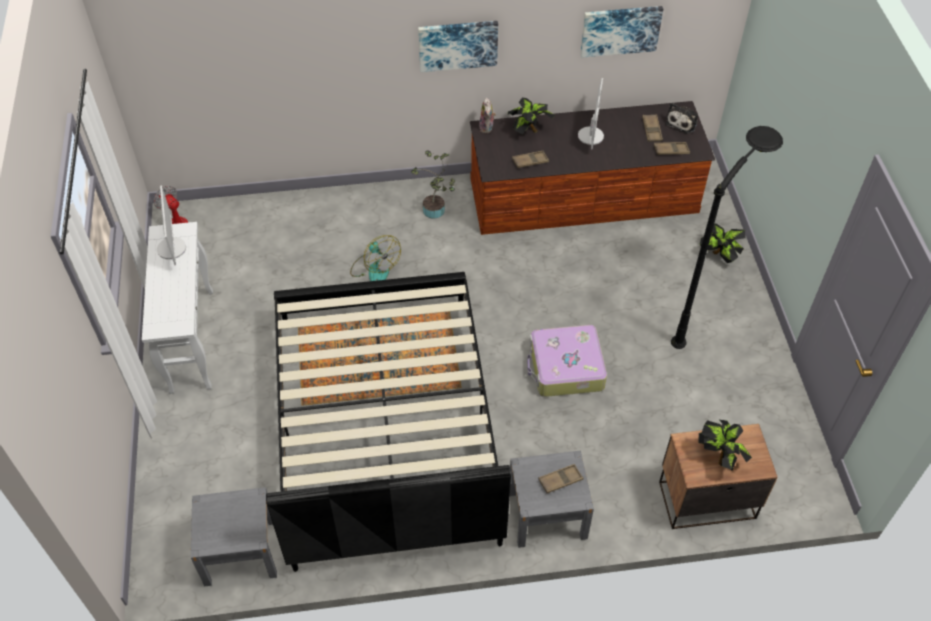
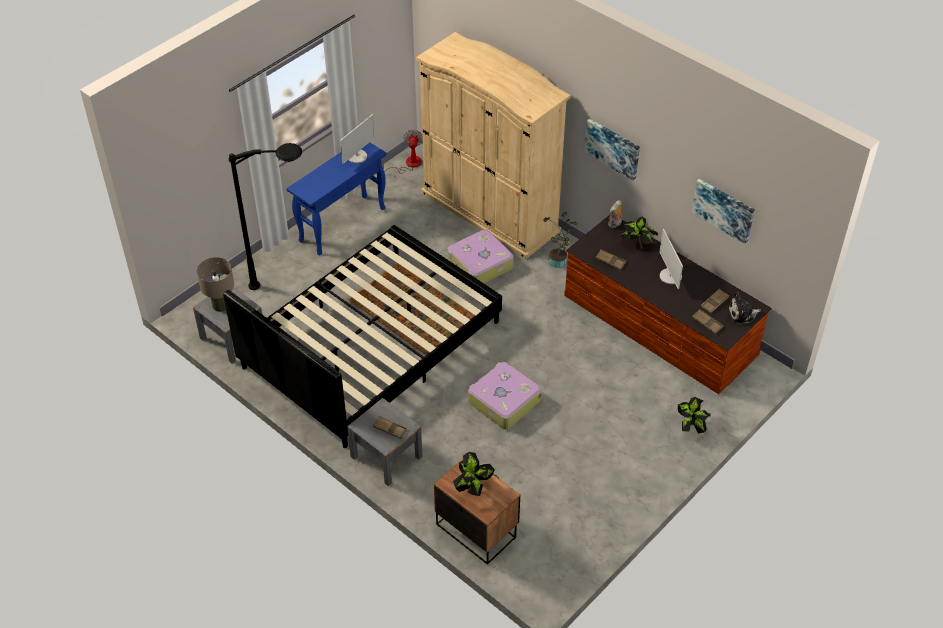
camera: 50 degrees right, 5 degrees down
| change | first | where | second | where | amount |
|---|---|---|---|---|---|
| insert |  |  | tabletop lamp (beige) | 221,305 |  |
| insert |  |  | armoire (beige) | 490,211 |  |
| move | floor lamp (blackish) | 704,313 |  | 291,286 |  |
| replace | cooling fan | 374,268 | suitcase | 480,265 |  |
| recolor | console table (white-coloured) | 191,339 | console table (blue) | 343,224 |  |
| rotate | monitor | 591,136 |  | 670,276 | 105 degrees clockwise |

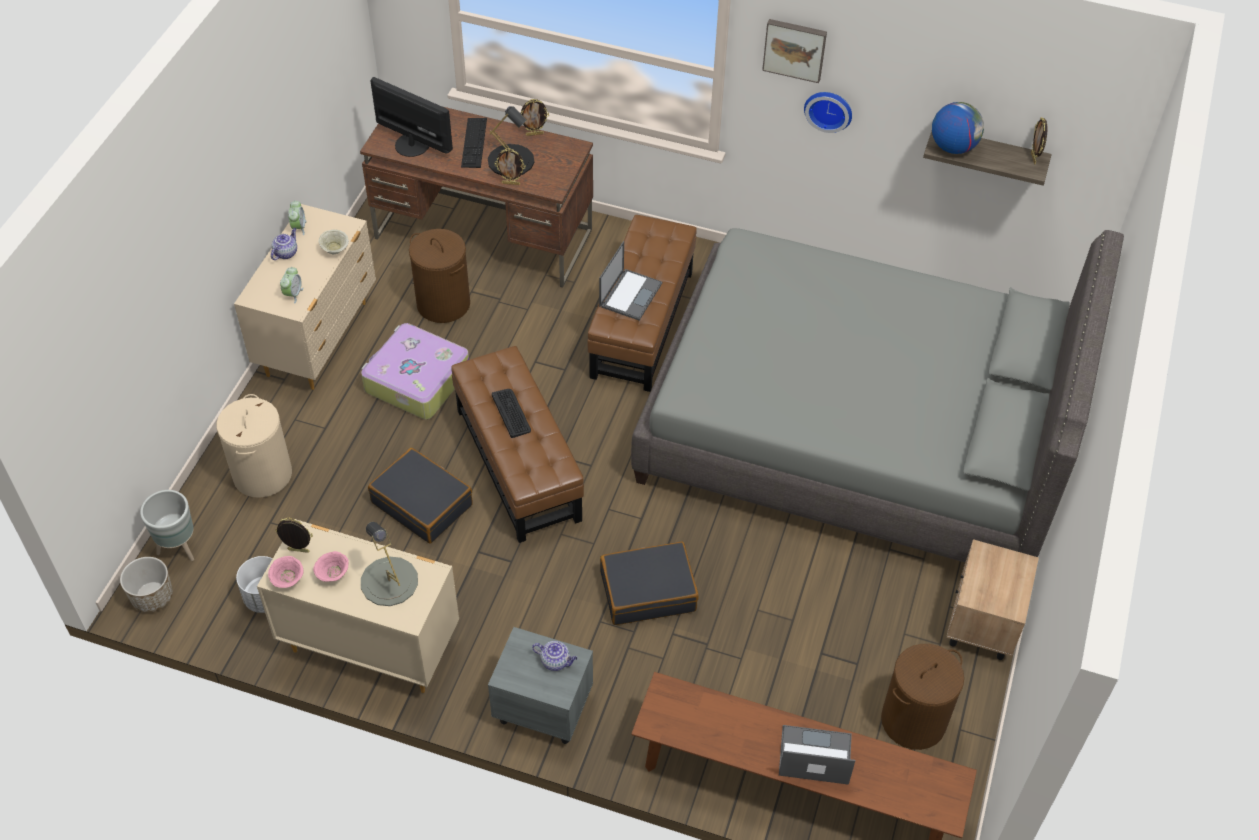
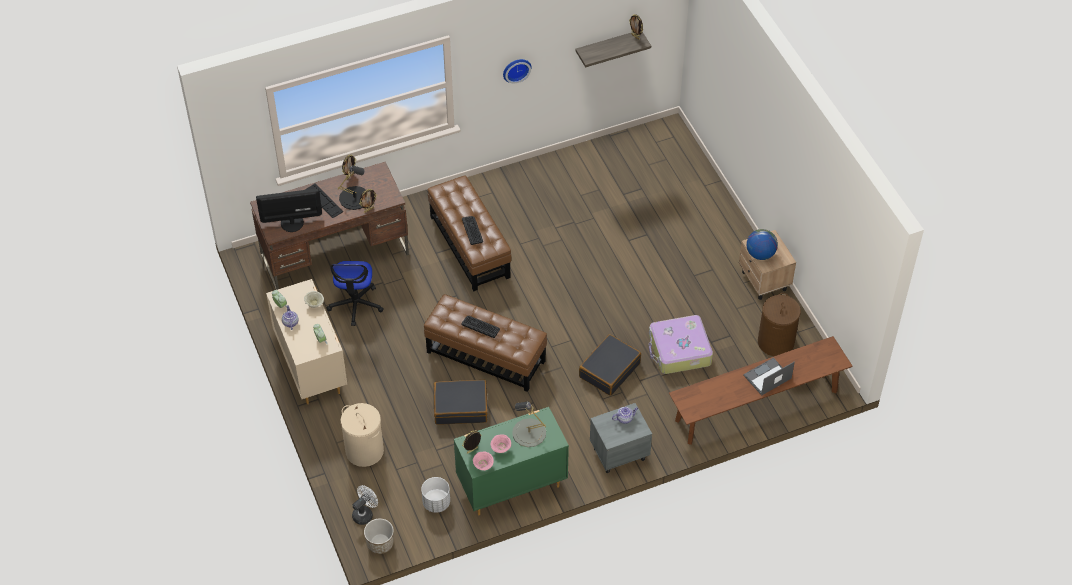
camera: 40 degrees left, 0 degrees up
| change | first | where | second | where | amount |
|---|---|---|---|---|---|
| delete | bed (gray) | 856,432 |  |  |  |
| delete | wall art | 795,49 |  |  |  |
| move | suitcase | 416,380 |  | 679,351 |  |
| move | globe | 953,147 |  | 760,254 |  |
| replace | flower pot (gray) | 178,548 | cooling fan (white-coloured) | 365,513 |  |
| replace | hamper (brown) | 443,303 | desk chair | 355,304 |  |
| replace | laptop | 630,294 | PC keyboard | 472,230 |  |
| recolor | drawer chest (beige) | 369,645 | drawer chest (greenish) | 511,486 |  |

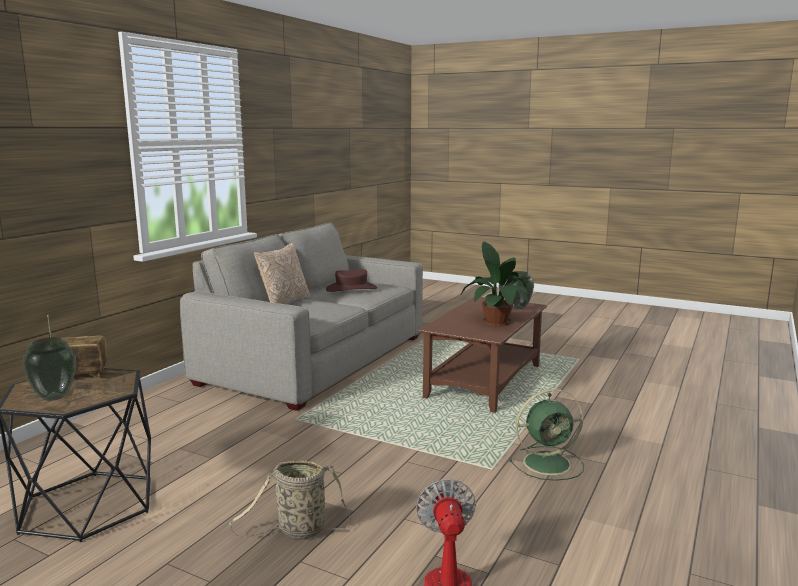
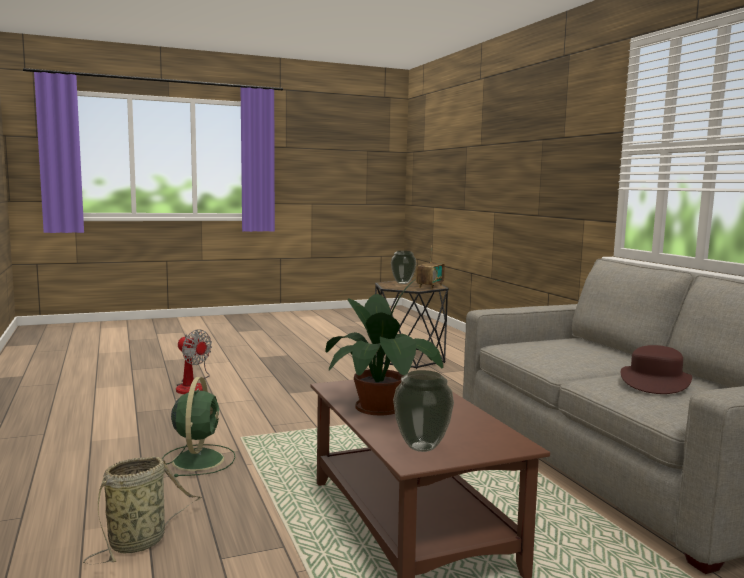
camera: 130 degrees right, 5 degrees down
| change | first | where | second | where | amount |
|---|---|---|---|---|---|
| delete | throw pillow | 284,303 |  |  |  |
| move | basket | 298,531 |  | 140,541 |  |
| rotate | cooling fan (greenish) | 549,463 |  | 199,459 | 150 degrees clockwise |

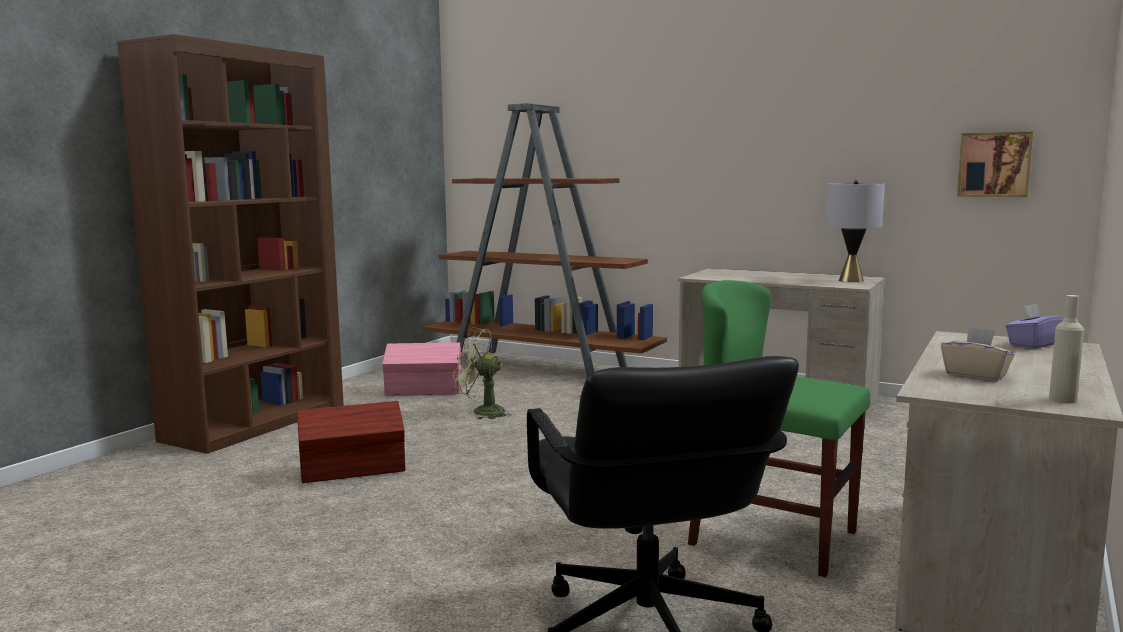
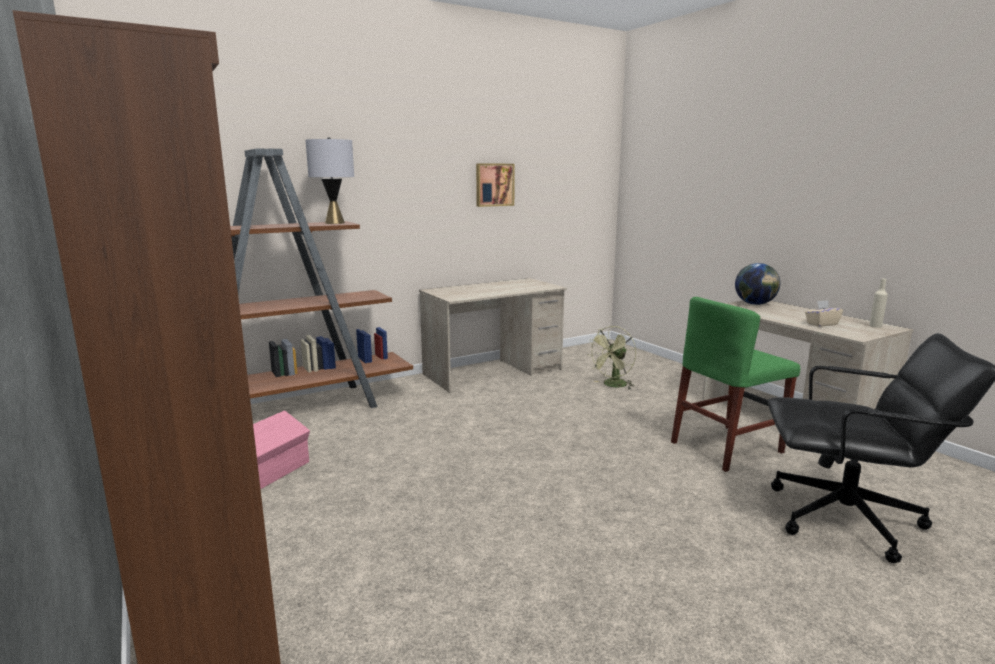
camera: 60 degrees left, 5 degrees up
| change | first | where | second | where | amount |
|---|---|---|---|---|---|
| delete | storage box (brown) | 354,470 |  |  |  |
| move | cooling fan (greenish) | 481,412 |  | 612,385 |  |
| move | tabletop lamp (gray) | 851,280 |  | 335,223 |  |
| move | wall art | 994,164 |  | 494,184 |  |
| replace | box of tissues (purple-coloured) | 1032,345 | globe | 755,304 |  |

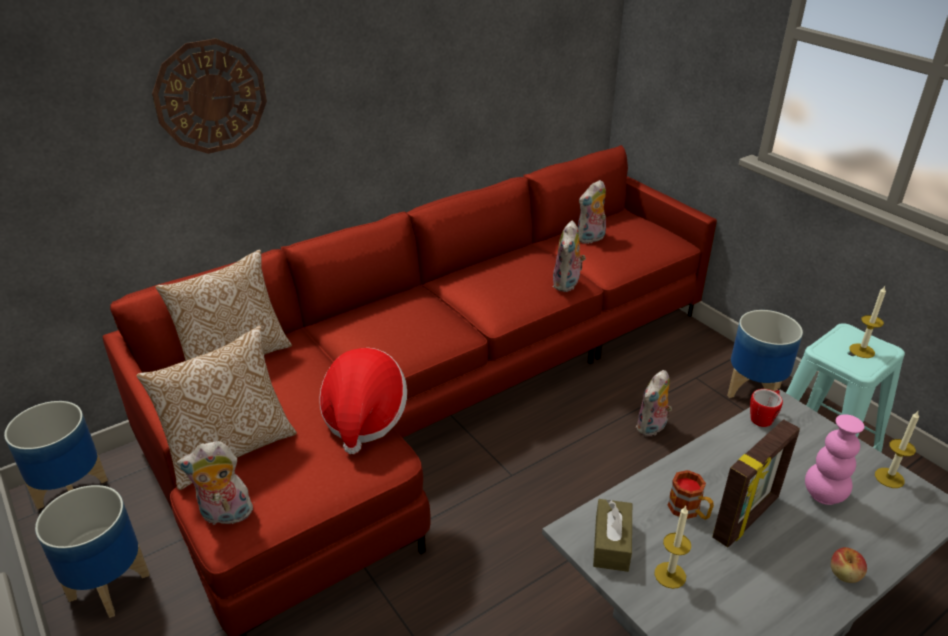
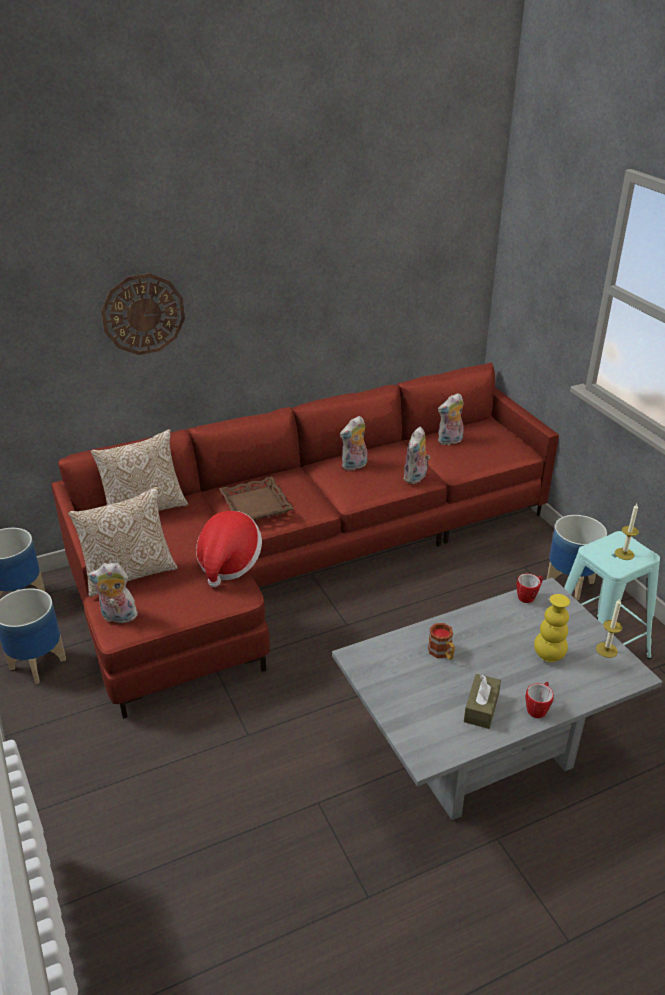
camera: 10 degrees right, 0 degrees up
| change | first | where | second | where | amount |
|---|---|---|---|---|---|
| delete | wax candle | 670,575 |  |  |  |
| delete | standing frame | 747,518 |  |  |  |
| insert |  |  | tray (brown) | 255,505 |  |
| move | box of tissues (brown) | 611,543 |  | 481,708 |  |
| move | cuddly toy | 652,428 |  | 354,466 |  |
| replace | apple fruit | 844,574 | mug | 538,708 |  |
| recolor | decorative vase (pinkish) | 823,495 | decorative vase (yellow) | 548,655 |  |

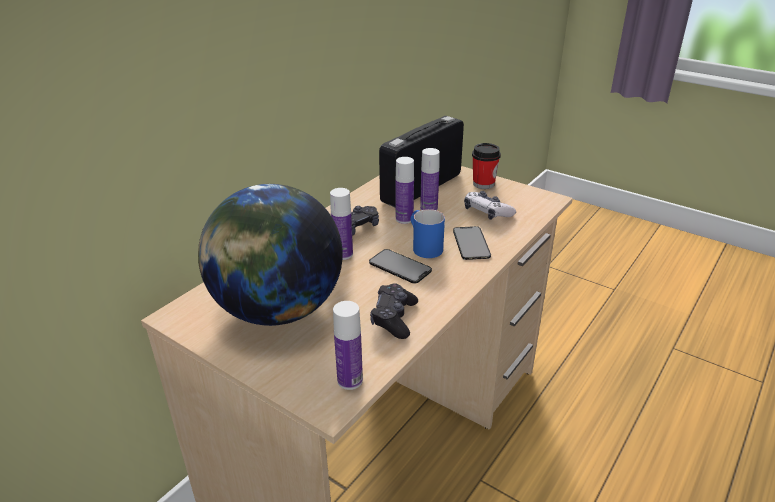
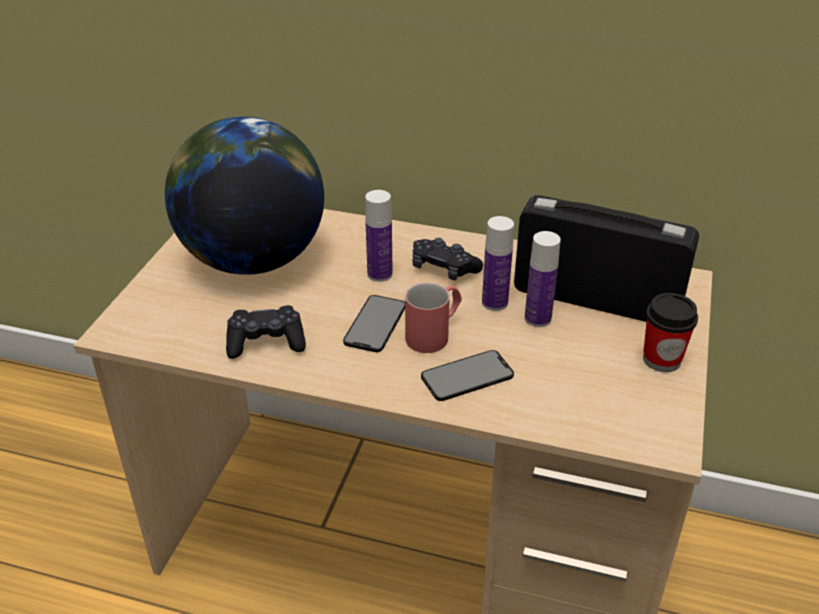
camera: 70 degrees right, 5 degrees up
| change | first | where | second | where | amount |
|---|---|---|---|---|---|
| delete | drink bottle | 350,380 |  |  |  |
| delete | gamepad | 487,212 |  |  |  |
| recolor | mug (blue) | 424,246 | mug (red-coloured) | 434,334 |  |

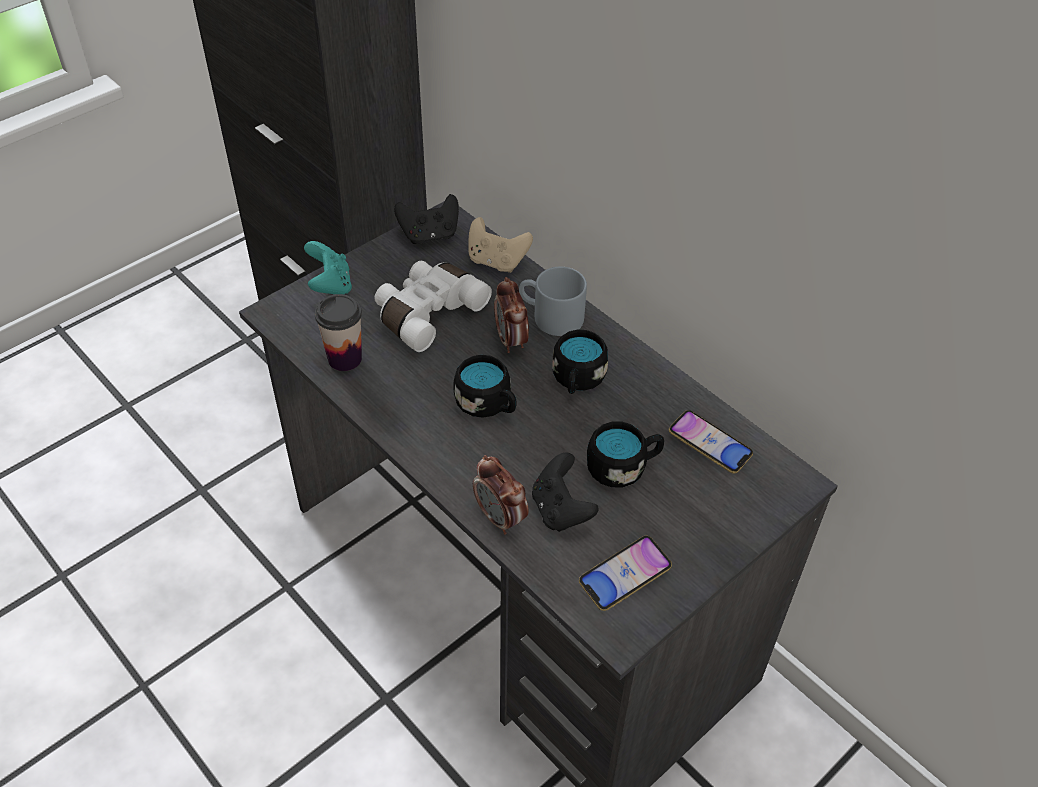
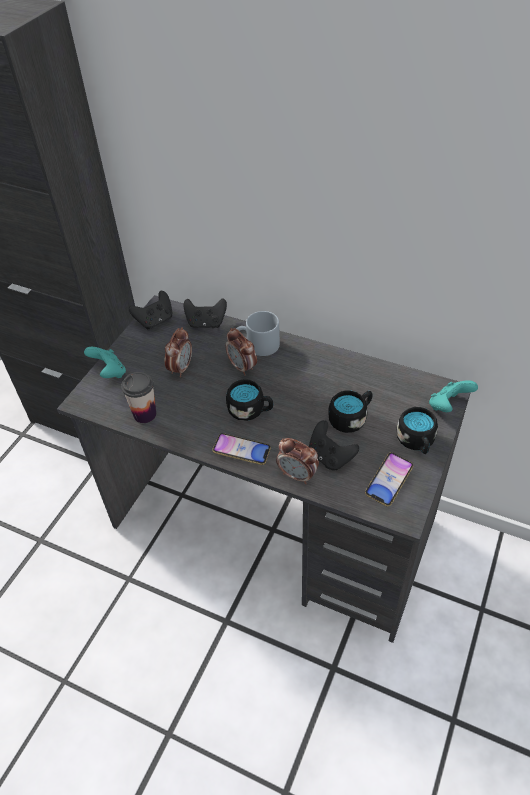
camera: 20 degrees left, 0 degrees up
| change | first | where | second | where | amount |
|---|---|---|---|---|---|
| insert |  |  | gamepad (blue-green) | 448,406 |  |
| move | mug (blackish) | 577,380 |  | 416,442 |  |
| move | phone | 709,445 |  | 241,451 |  |
| replace | field glasses (white-coloured) | 427,312 | alarm clock | 180,368 |  |
| recolor | gamepad (beige) | 497,261 | gamepad (blackish) | 206,323 |  |

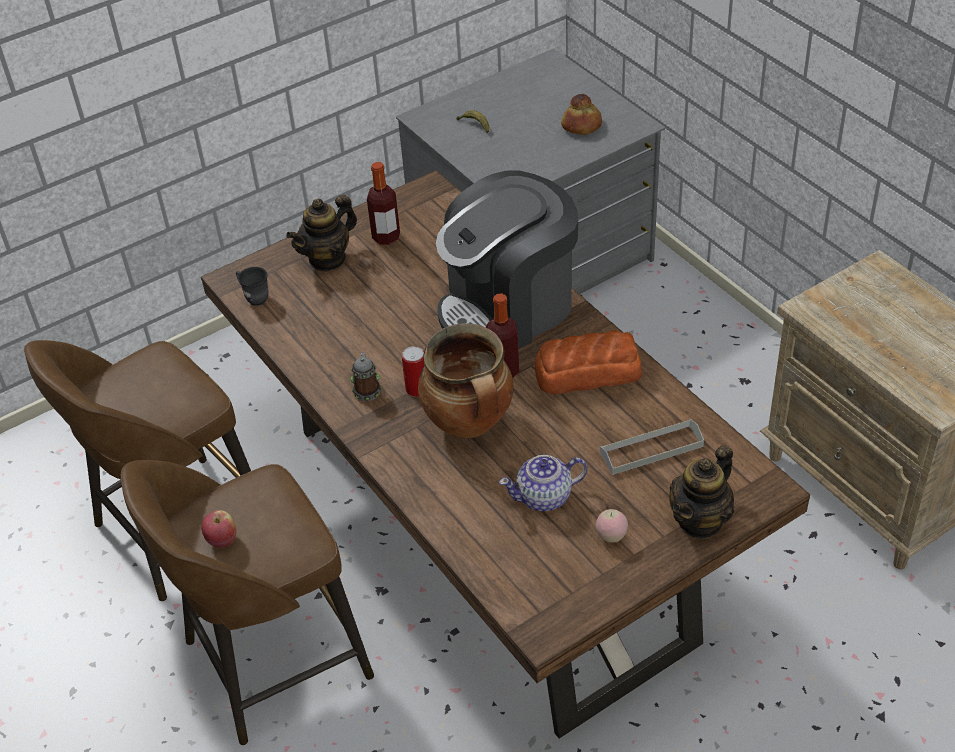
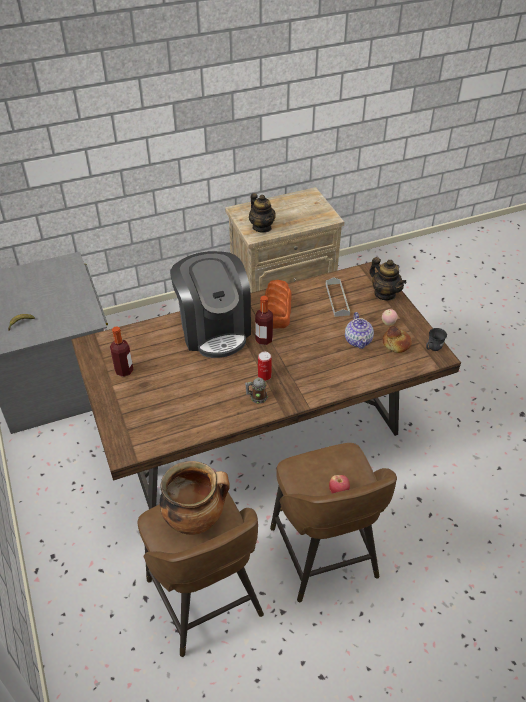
camera: 80 degrees left, 0 degrees up
| change | first | where | second | where | amount |
|---|---|---|---|---|---|
| move | mug (gray) | 254,297 |  | 432,348 |  |
| move | pot for tea | 327,259 |  | 262,227 |  |
| move | stockpot | 470,424 |  | 195,519 |  |
| move | bread | 581,126 |  | 396,344 |  |

